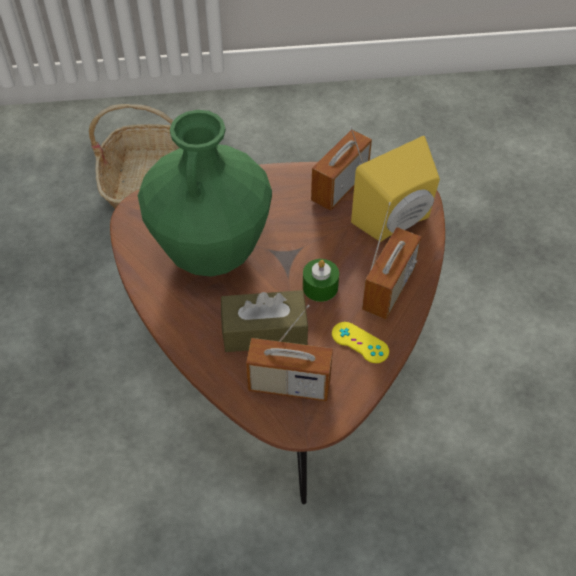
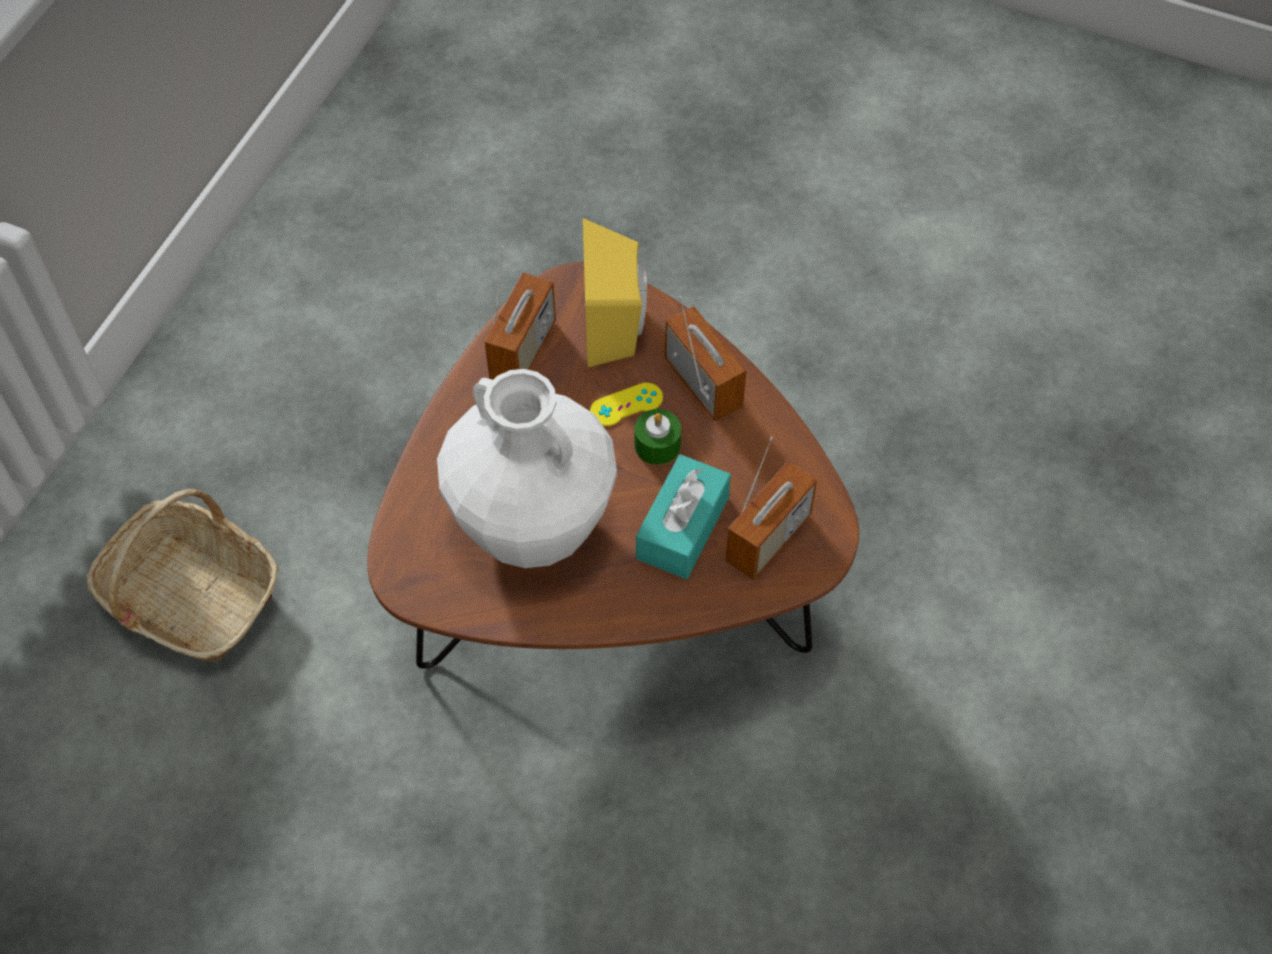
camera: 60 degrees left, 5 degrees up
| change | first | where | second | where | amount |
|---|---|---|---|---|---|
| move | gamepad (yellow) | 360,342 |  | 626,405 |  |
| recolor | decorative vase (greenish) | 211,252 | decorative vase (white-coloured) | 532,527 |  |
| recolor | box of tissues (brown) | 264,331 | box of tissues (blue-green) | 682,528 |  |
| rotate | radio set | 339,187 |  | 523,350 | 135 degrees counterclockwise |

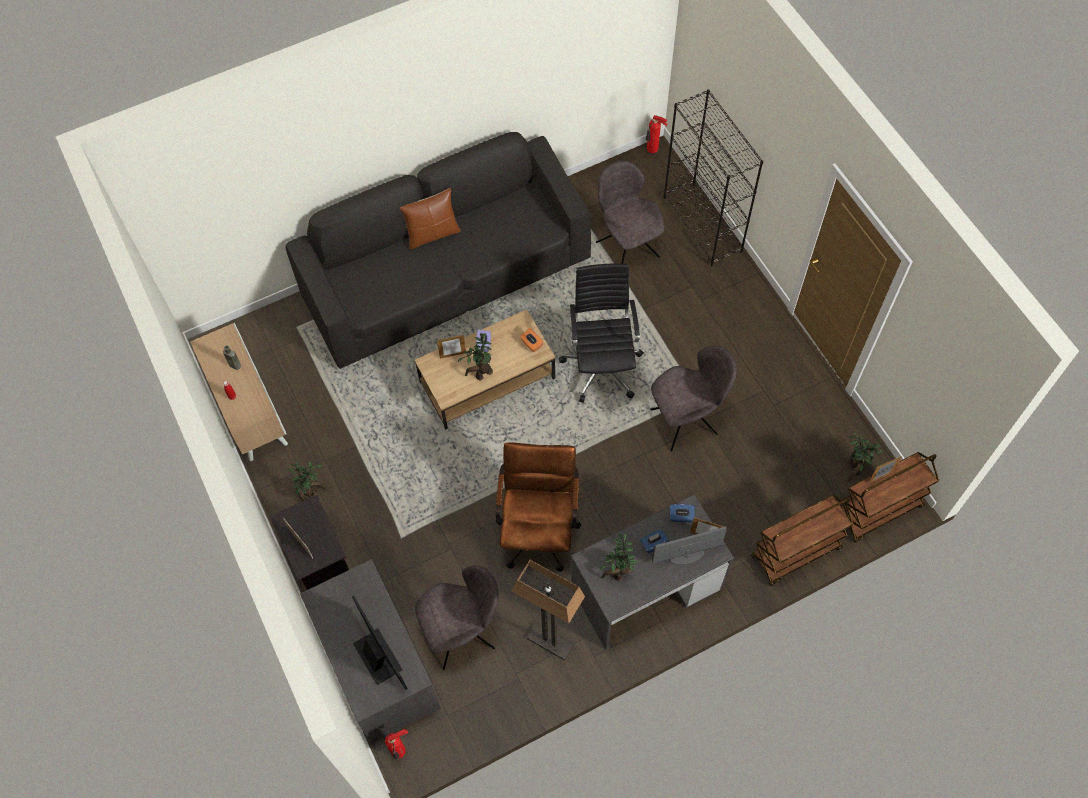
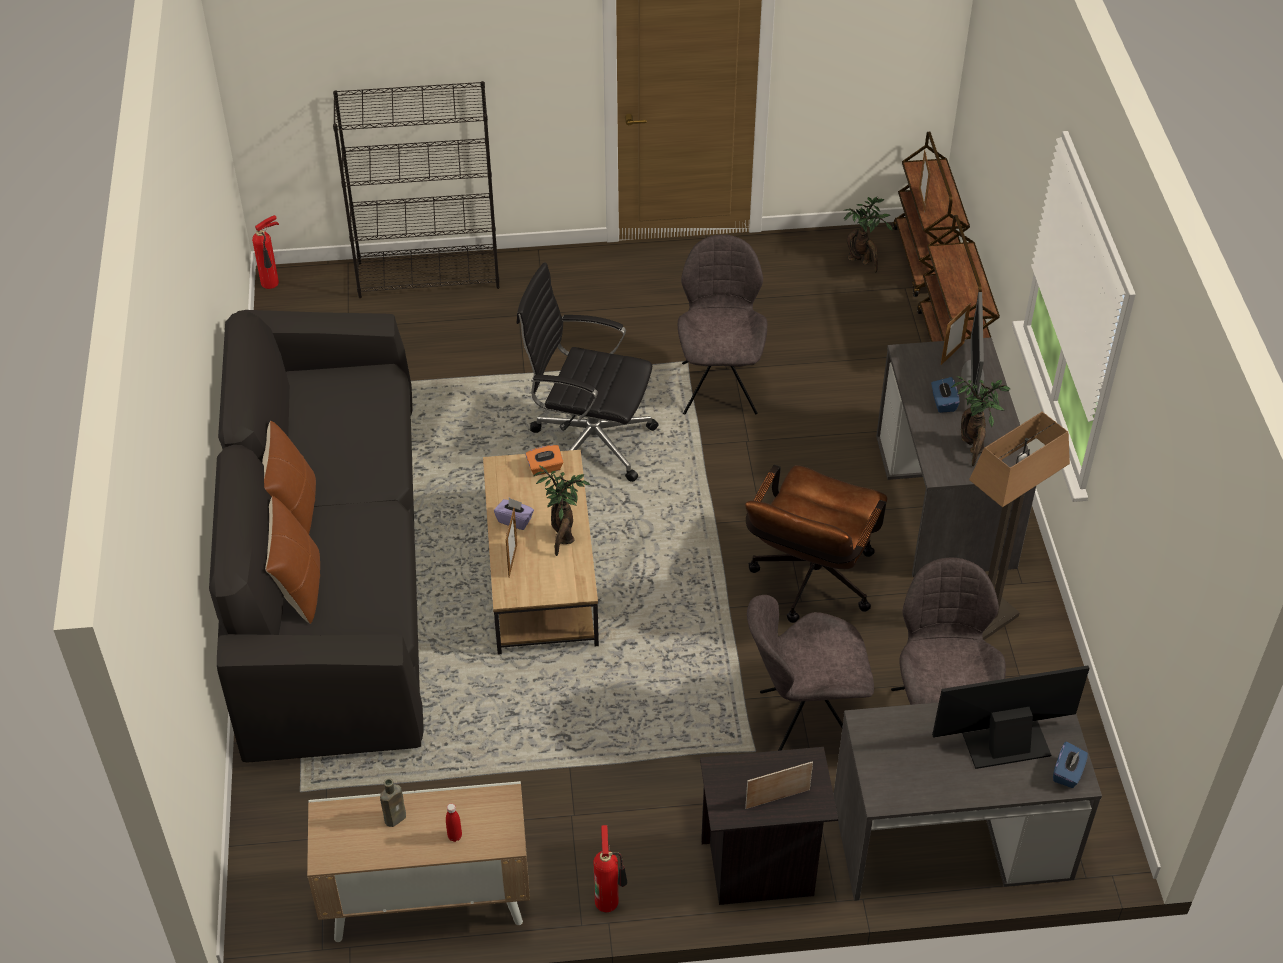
camera: 70 degrees left, 15 degrees down
| change | first | where | second | where | amount |
|---|---|---|---|---|---|
| delete | houseplant | 312,495 |  |  |  |
| insert |  |  | throw pillow (brown) | 298,587 |  |
| move | extinguisher | 400,752 |  | 609,900 |  |
| move | plain chair (gray) | 626,248 |  | 804,722 |  |
| move | box of tissues (blue) | 681,516 |  | 1068,773 |  |
| rotate | desk chair (brown) | 538,528 |  | 809,585 | 90 degrees counterclockwise |

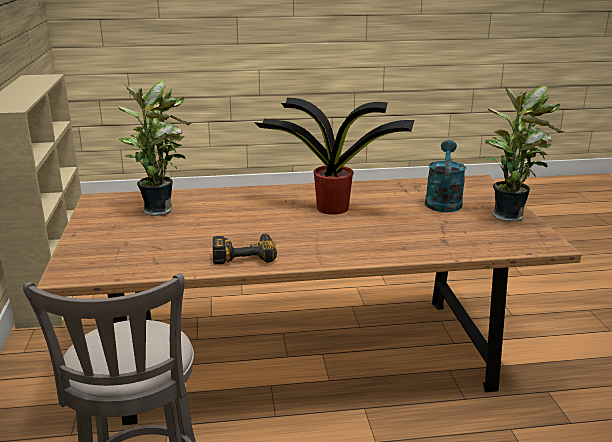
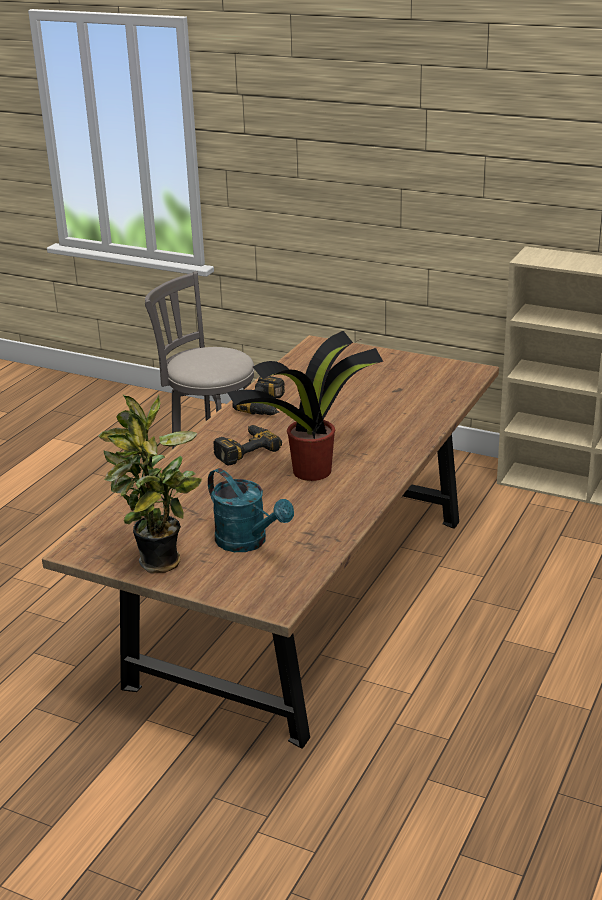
camera: 125 degrees right, 5 degrees up
| change | first | where | second | where | amount |
|---|---|---|---|---|---|
| delete | houseplant | 160,209 |  |  |  |
| insert |  |  | drill | 243,449 |  |

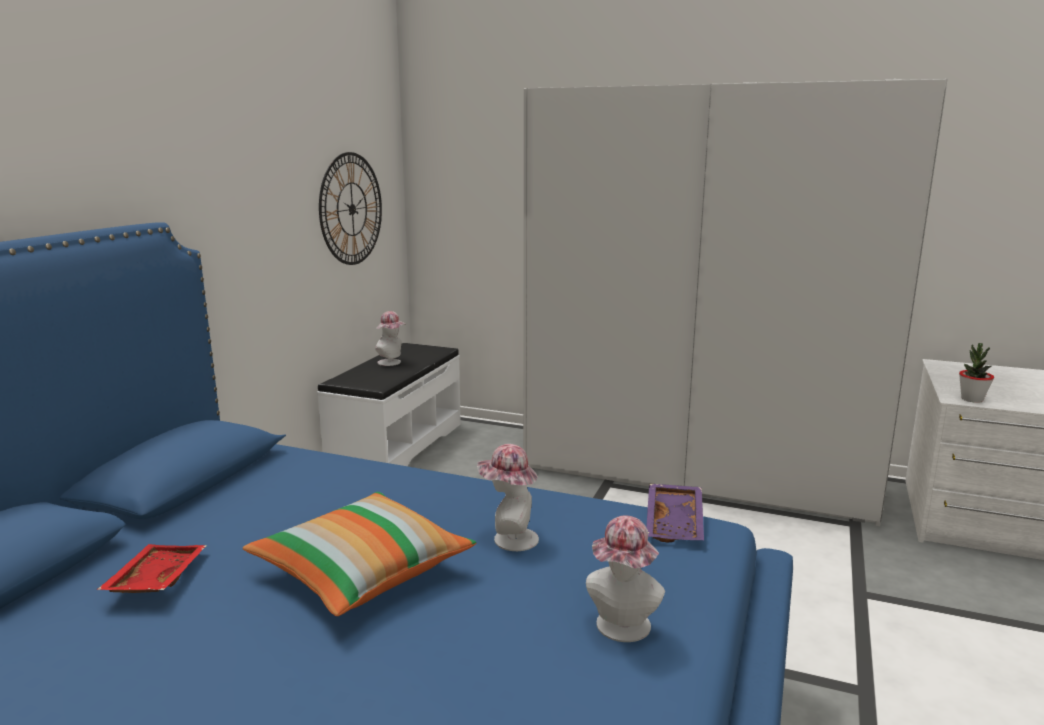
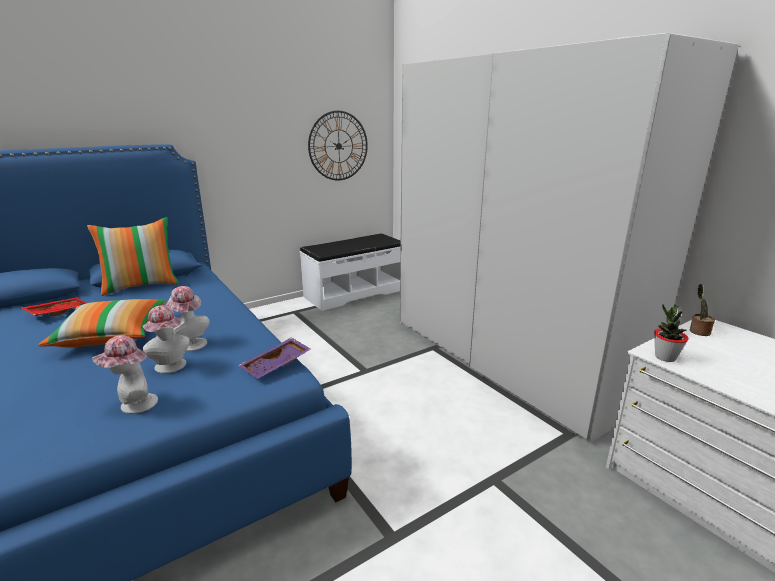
camera: 35 degrees right, 5 degrees up
| change | first | where | second | where | amount |
|---|---|---|---|---|---|
| insert |  |  | throw pillow | 141,286 |  |
| insert |  |  | houseplant | 698,331 |  |
| move | wearable hat | 392,362 |  | 171,367 |  |

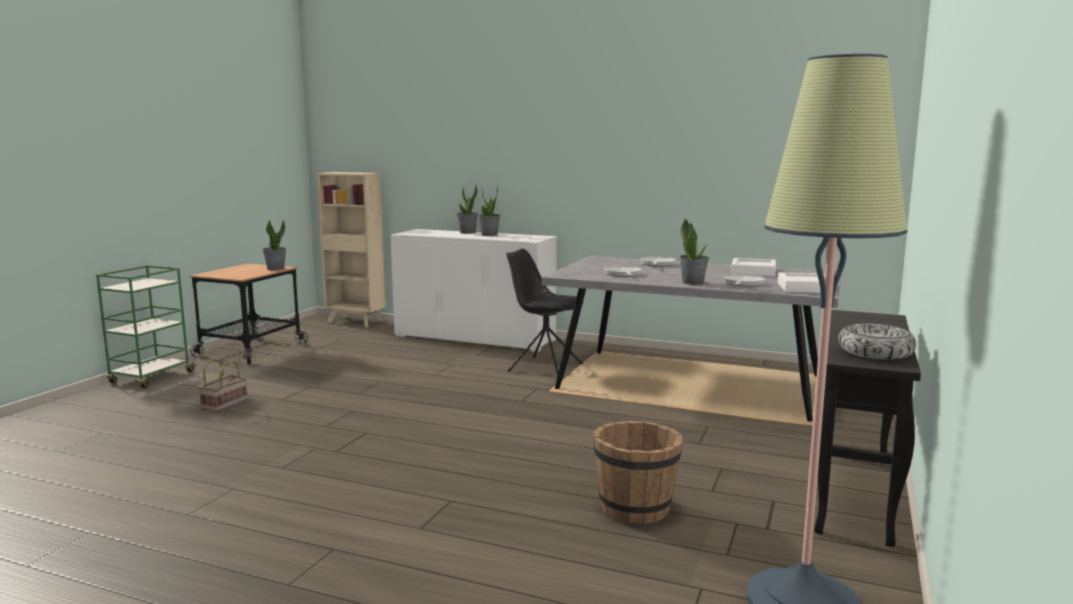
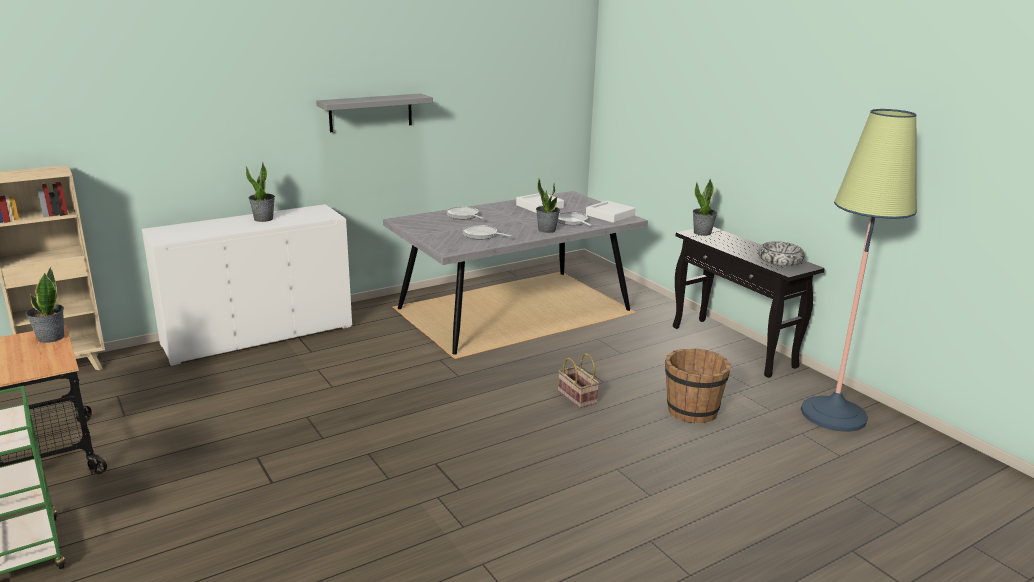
camera: 55 degrees left, 10 degrees up
| change | first | where | second | where | amount |
|---|---|---|---|---|---|
| delete | plain chair (blackish) | 544,367 |  |  |  |
| insert |  |  | shelf (gray) | 371,112 |  |
| move | basket | 225,404 |  | 575,397 |  |
| move | houseplant | 467,232 |  | 702,233 |  |

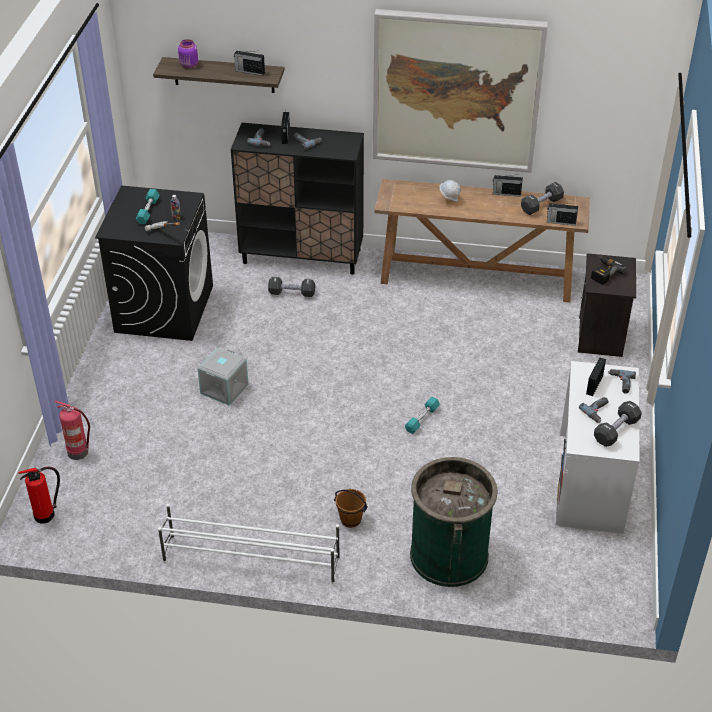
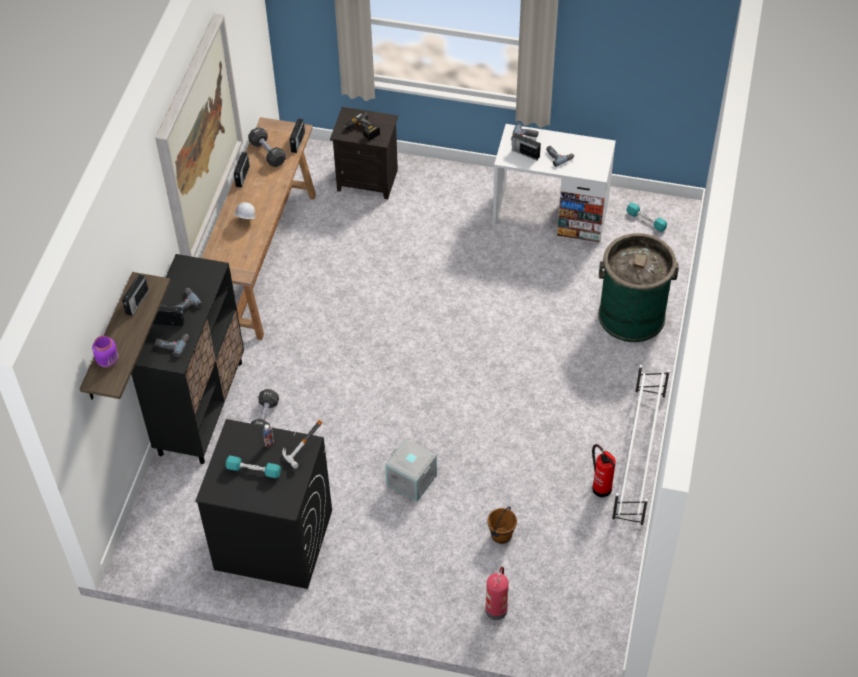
camera: 85 degrees left, 10 degrees up
| change | first | where | second | where | amount |
|---|---|---|---|---|---|
| delete | dumbbell (blackish) | 616,431 |  |  |  |
| move | extinguisher | 46,514 |  | 601,487 |  |
| move | pail (brown) | 350,520 |  | 501,535 |  |
| move | dumbbell (blue-green) | 422,419 |  | 646,221 |  |

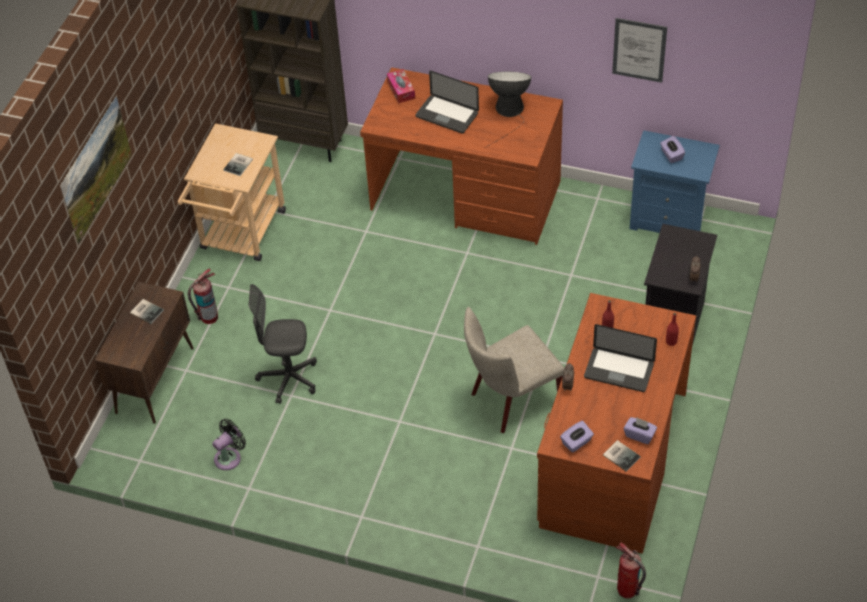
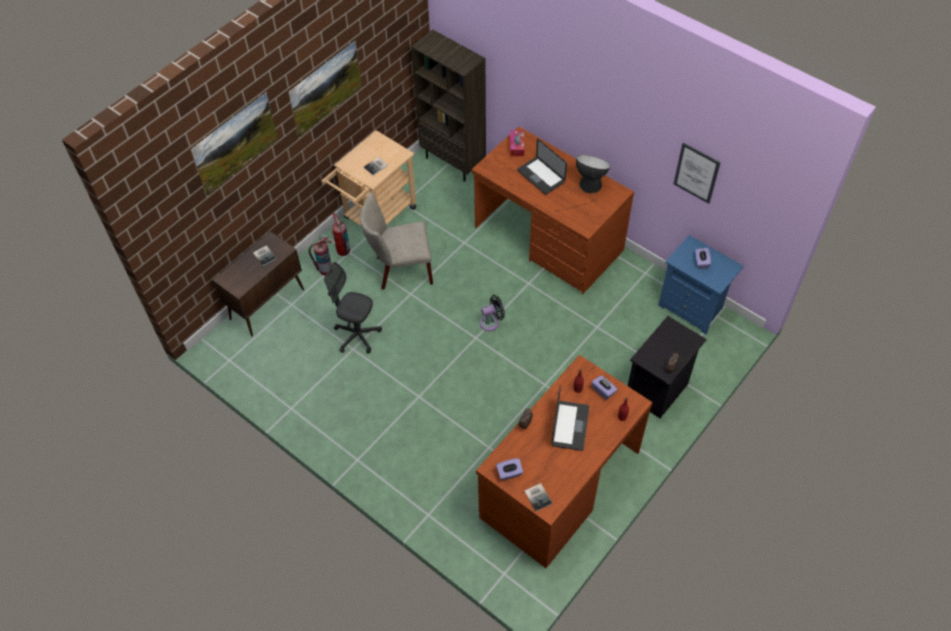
camera: 20 degrees right, 5 degrees up
| change | first | where | second | where | amount |
|---|---|---|---|---|---|
| insert |  |  | wall art | 328,100 |  |
| move | cooling fan (blackish) | 230,457 |  | 491,322 |  |
| move | plain chair (beige) | 511,400 |  | 400,270 |  |
| move | extinguisher | 627,590 |  | 343,251 |  |
| move | box of tissues (purple-coloured) | 639,435 |  | 603,391 |  |
| rotate | laptop | 619,370 |  | 570,426 | 120 degrees counterclockwise |

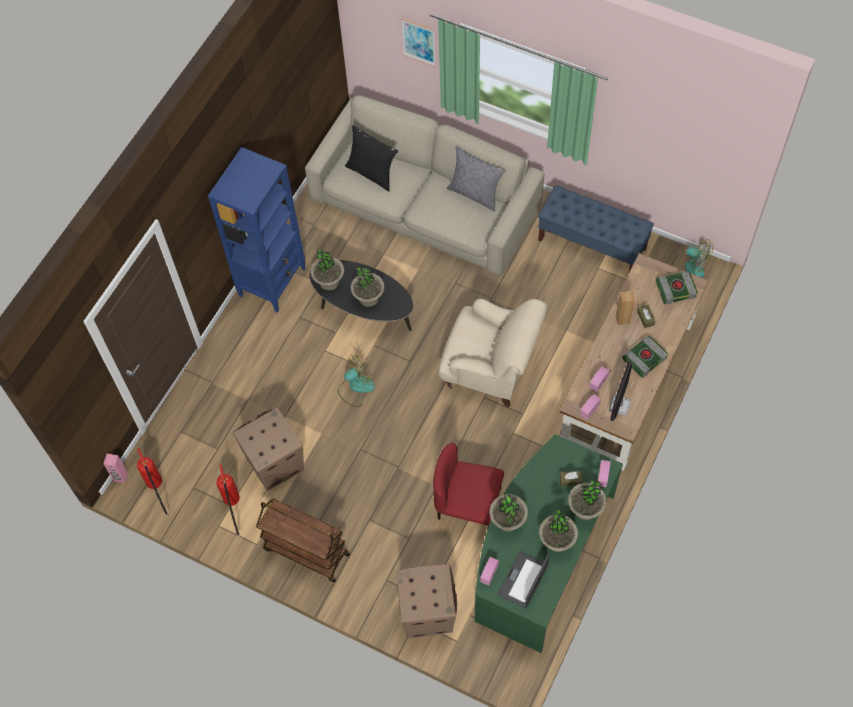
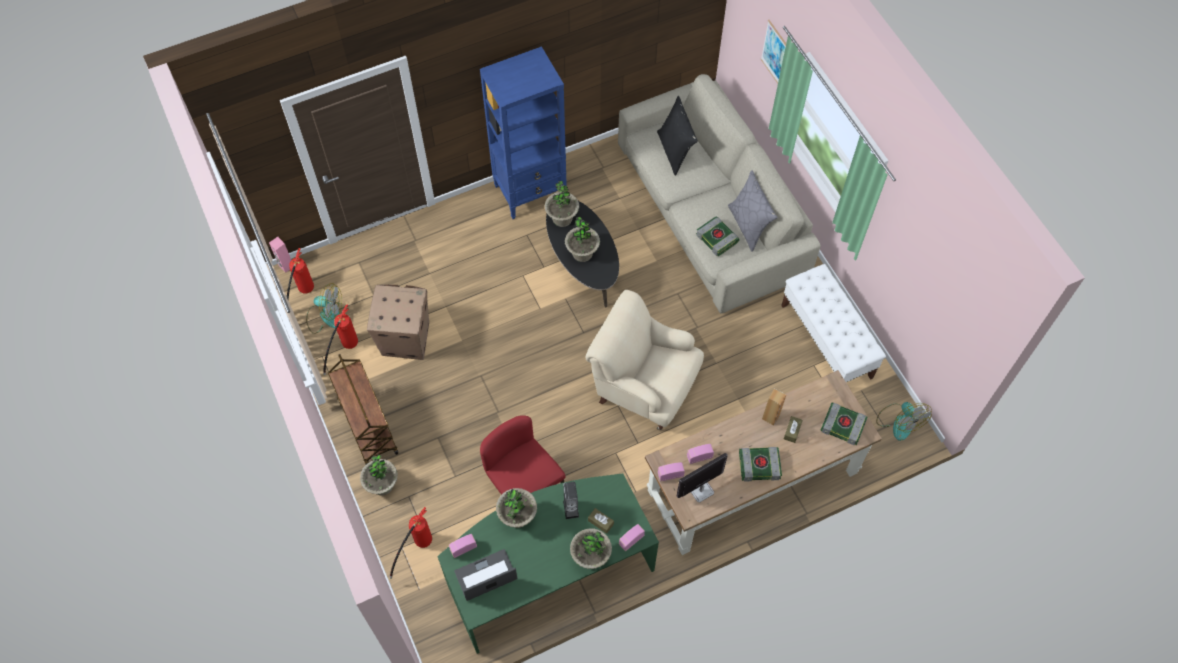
camera: 35 degrees right, 0 degrees up
| change | first | where | second | where | amount |
|---|---|---|---|---|---|
| insert |  |  | loudspeaker | 571,508 |  |
| insert |  |  | bound book | 717,239 |  |
| move | cooling fan | 356,387 |  | 325,316 |  |
| move | houseplant | 557,541 |  | 382,485 |  |
| replace | carton | 427,613 | extinguisher | 417,548 |  |
| recolor | bench (blue) | 592,244 | bench (white-coloured) | 826,341 |  |
| rotate | armchair (beige) | 491,369 |  | 643,386 | 150 degrees clockwise |

